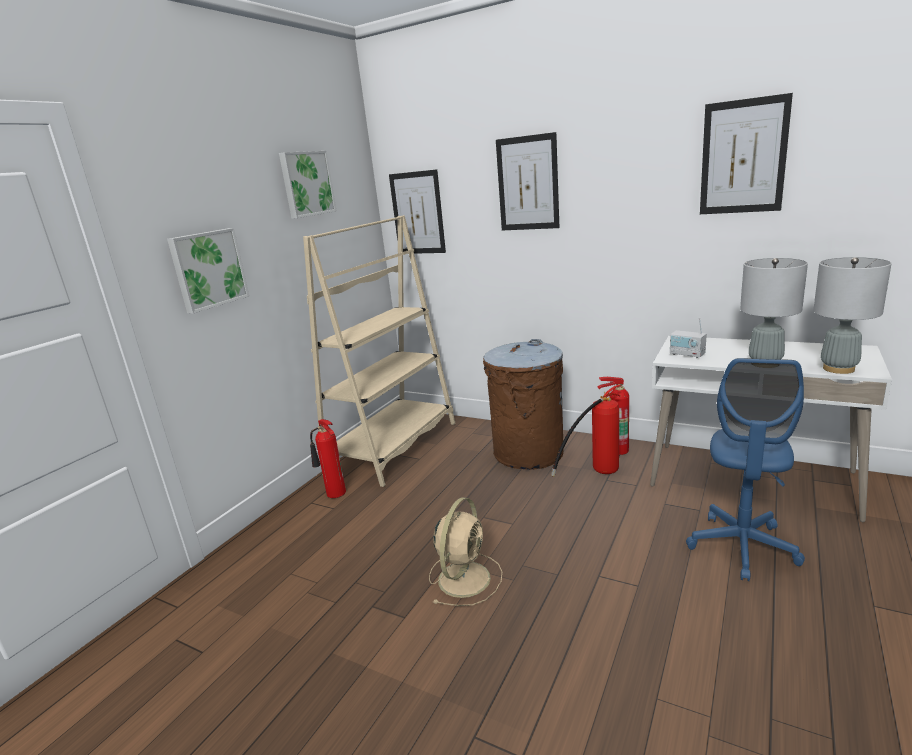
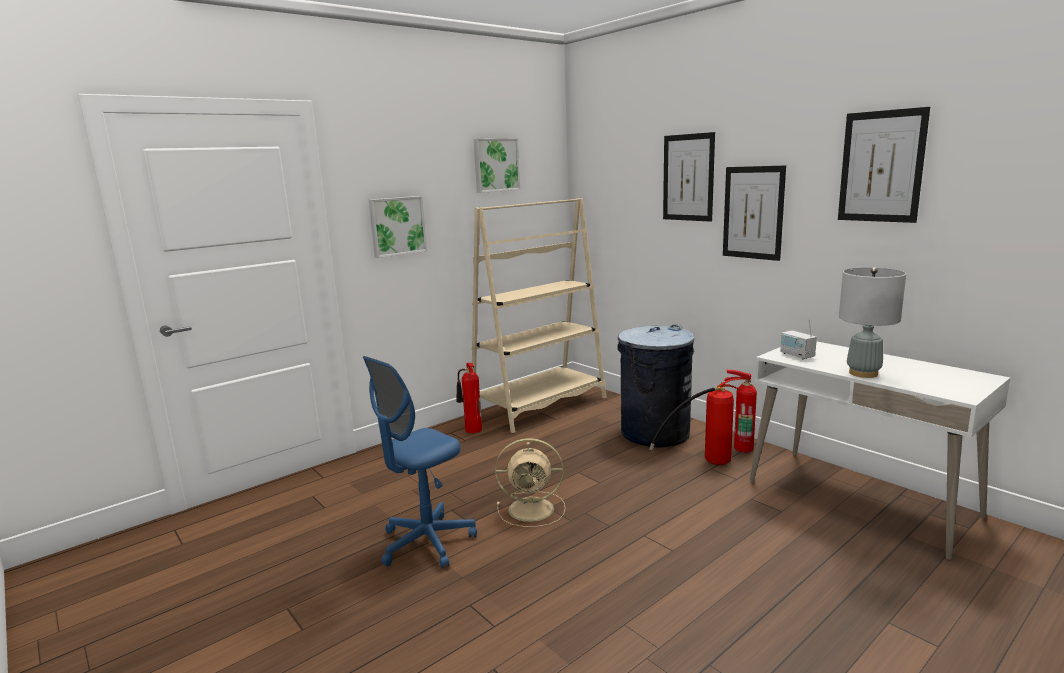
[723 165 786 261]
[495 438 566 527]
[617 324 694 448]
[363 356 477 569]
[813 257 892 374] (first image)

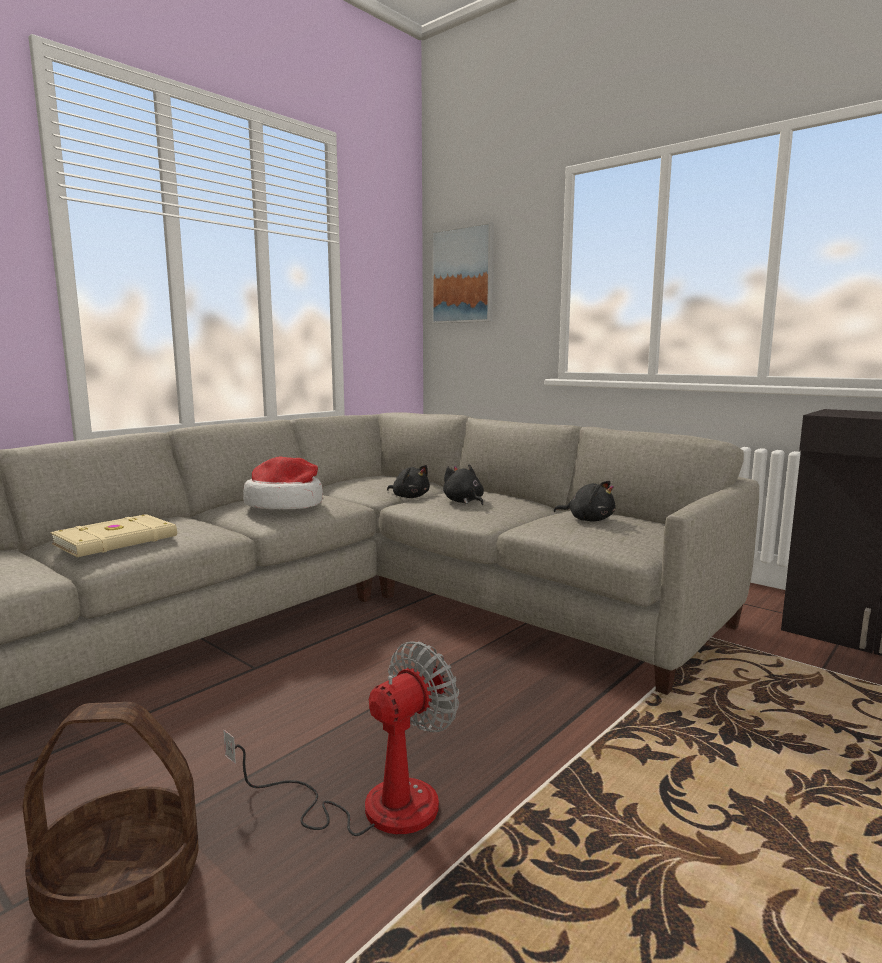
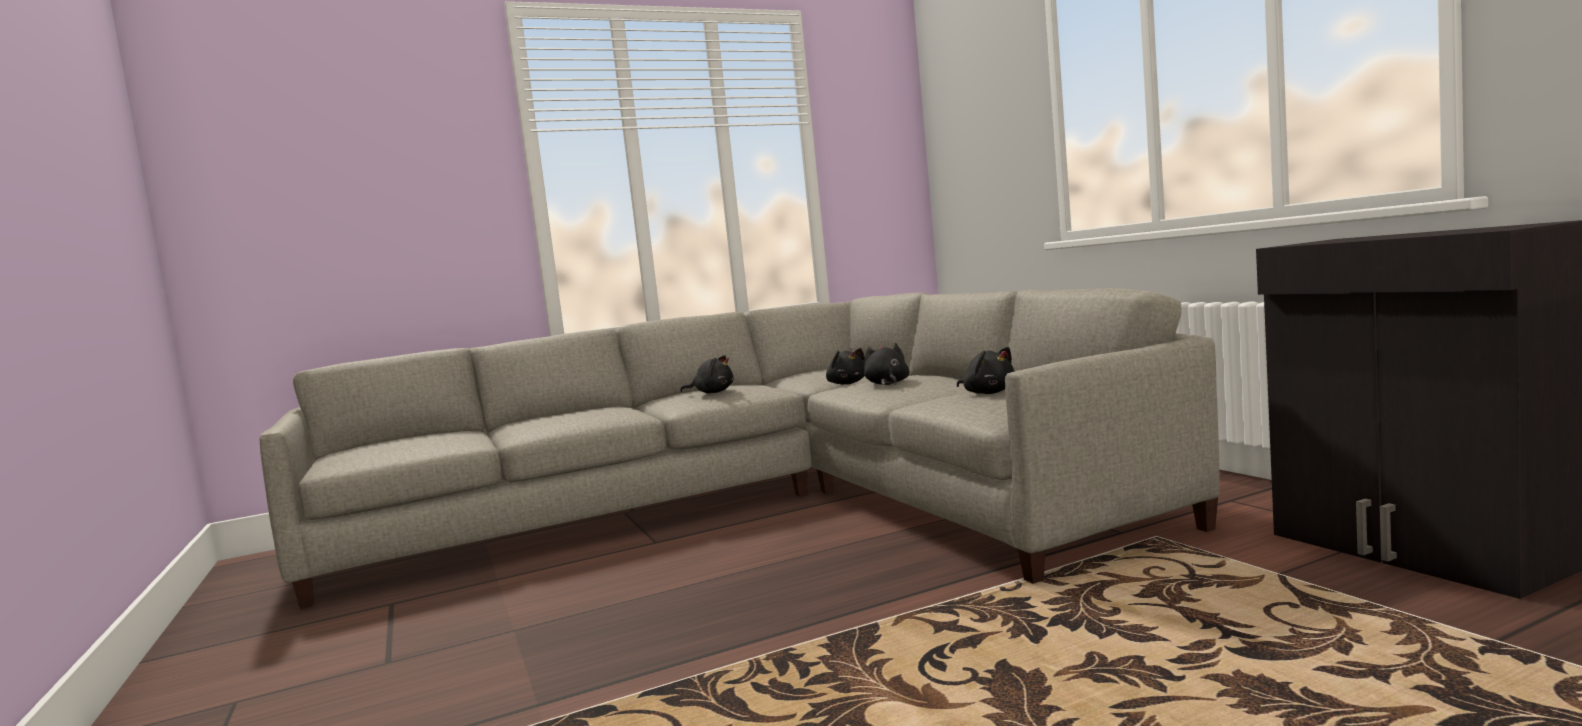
[22 702 199 940] (first image)
[50 514 177 557] (first image)
[223 641 459 836] (first image)
[680 355 734 393]
[432 222 494 324] (first image)

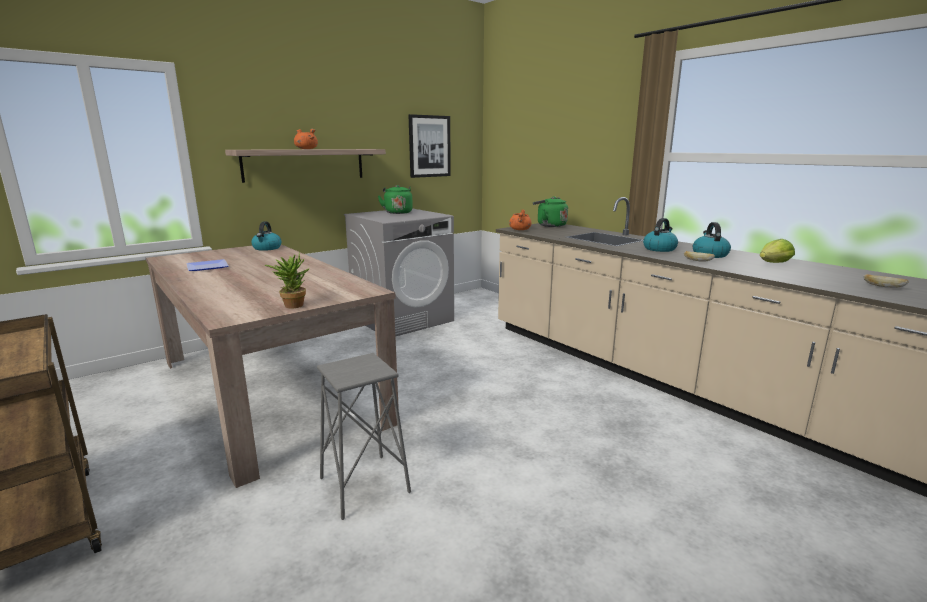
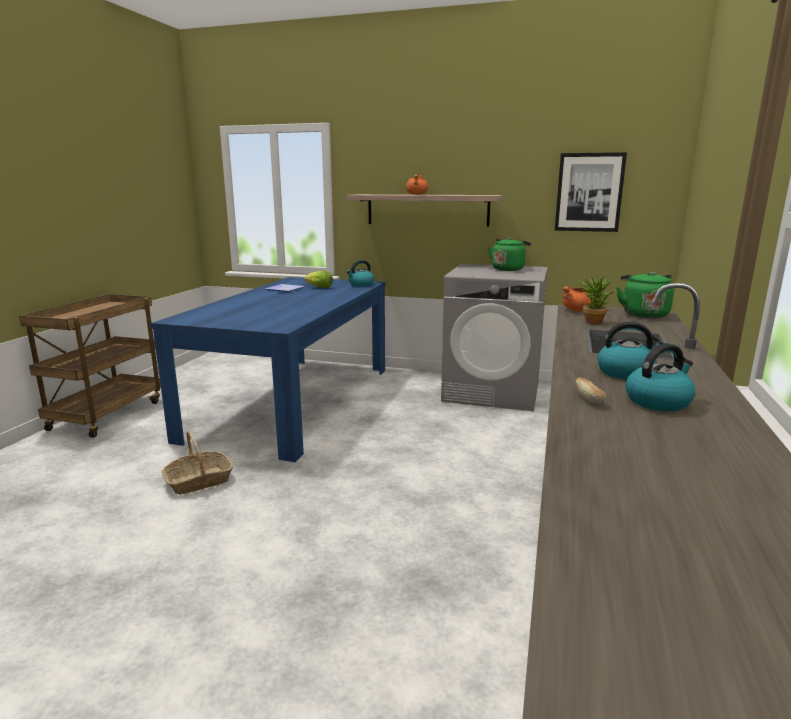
[150 277 386 462]
[578 275 615 324]
[162 431 233 494]
[304 271 333 288]
[863 274 909 288] (first image)

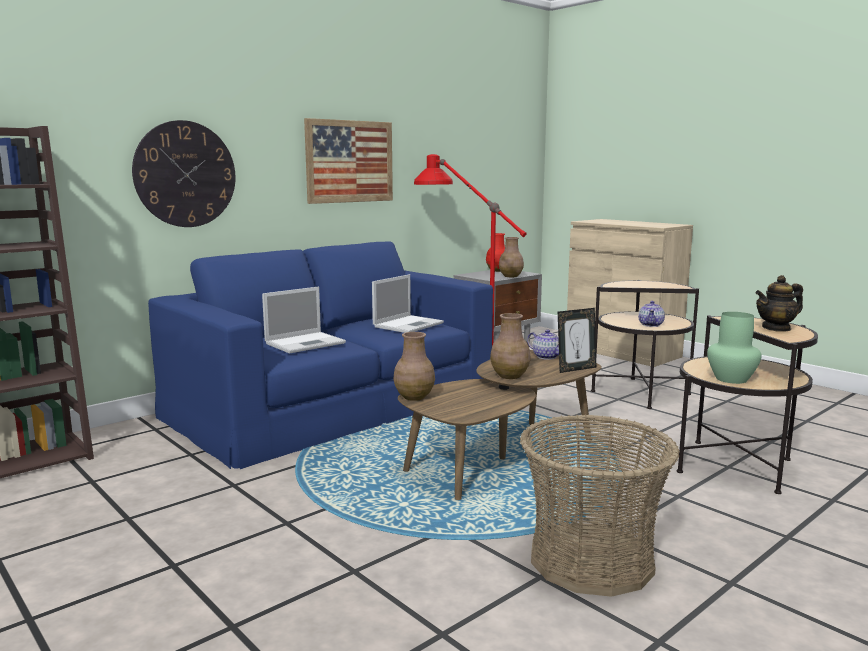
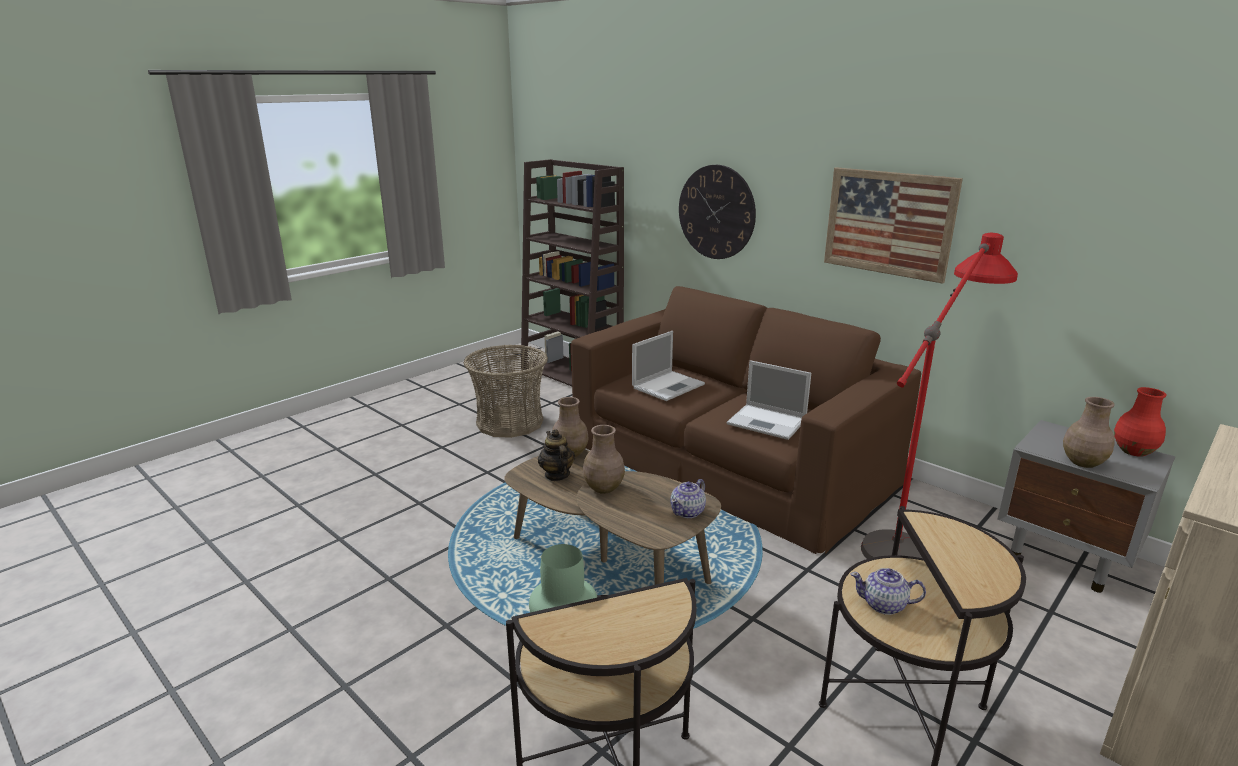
[571 286 921 554]
[632 331 705 401]
[464 344 548 438]
[558 308 596 373] (first image)
[538 429 575 481]

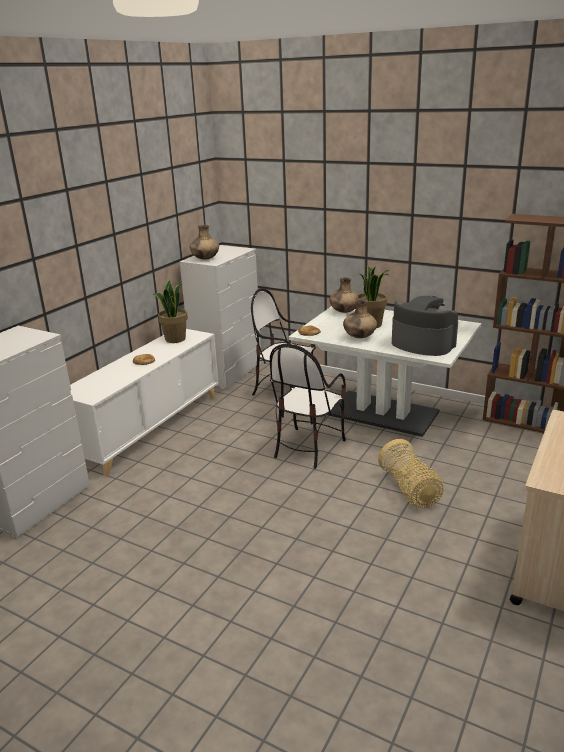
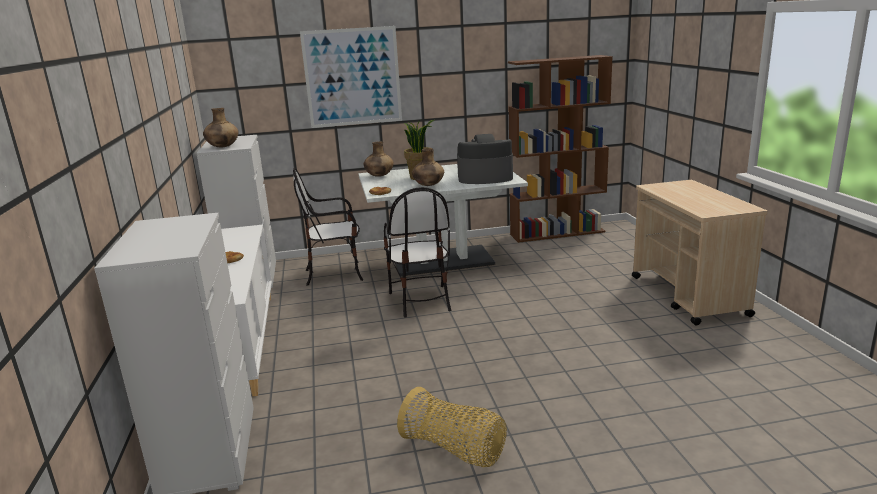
[153 280 188 343] (first image)
[397 387 507 467]
[300 26 402 128]

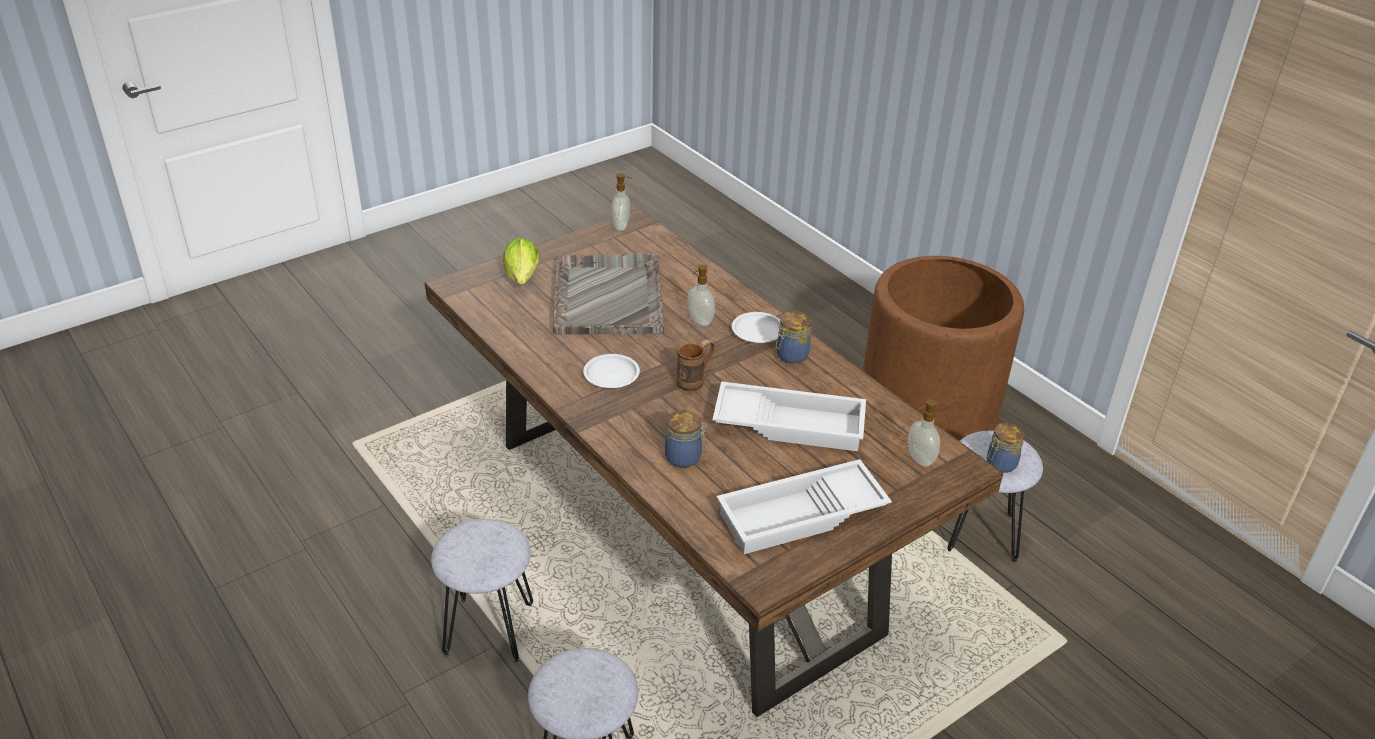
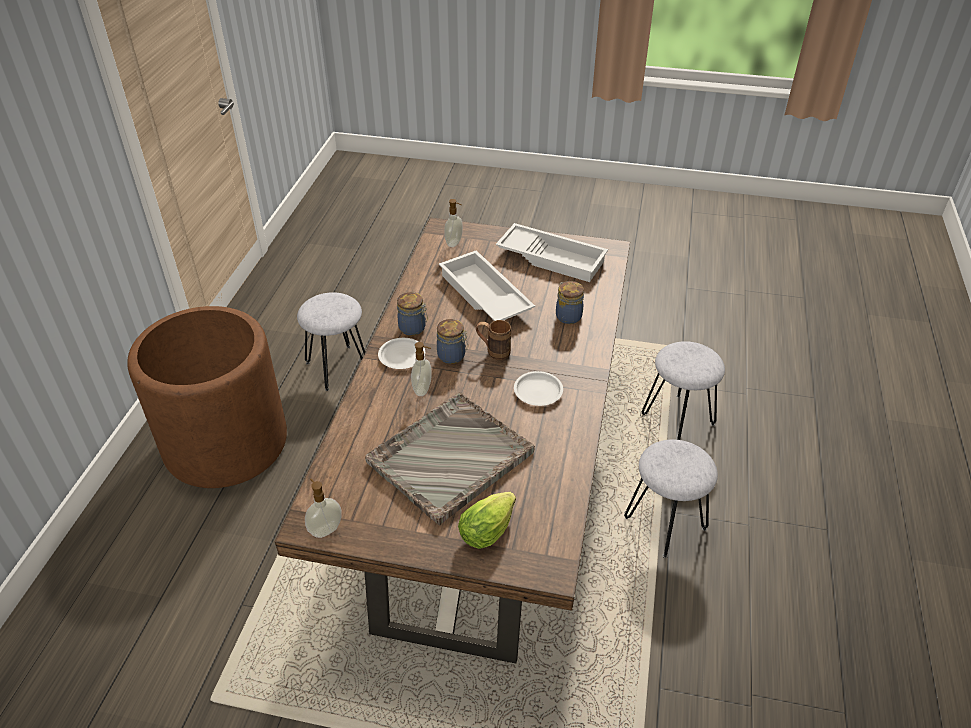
[437 319 468 364]

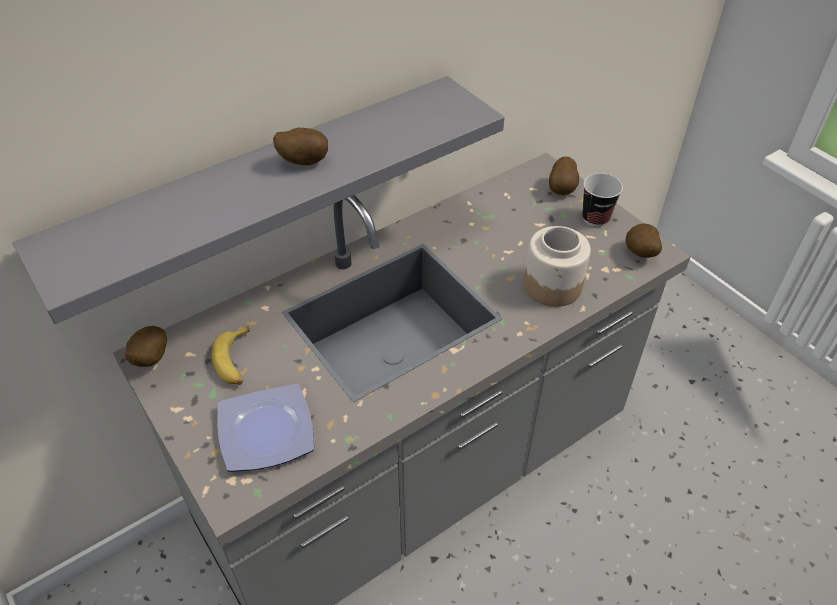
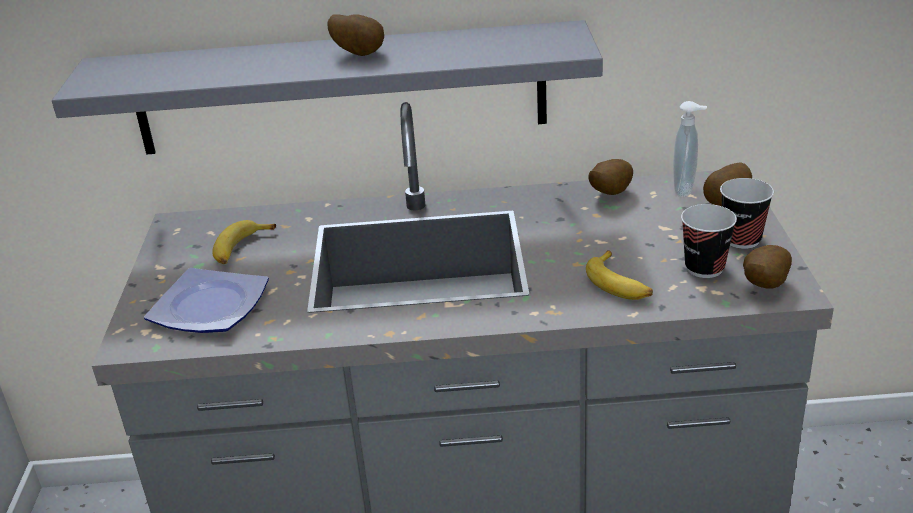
[588 159 633 195]
[586 250 653 300]
[673 101 707 197]
[681 204 737 278]

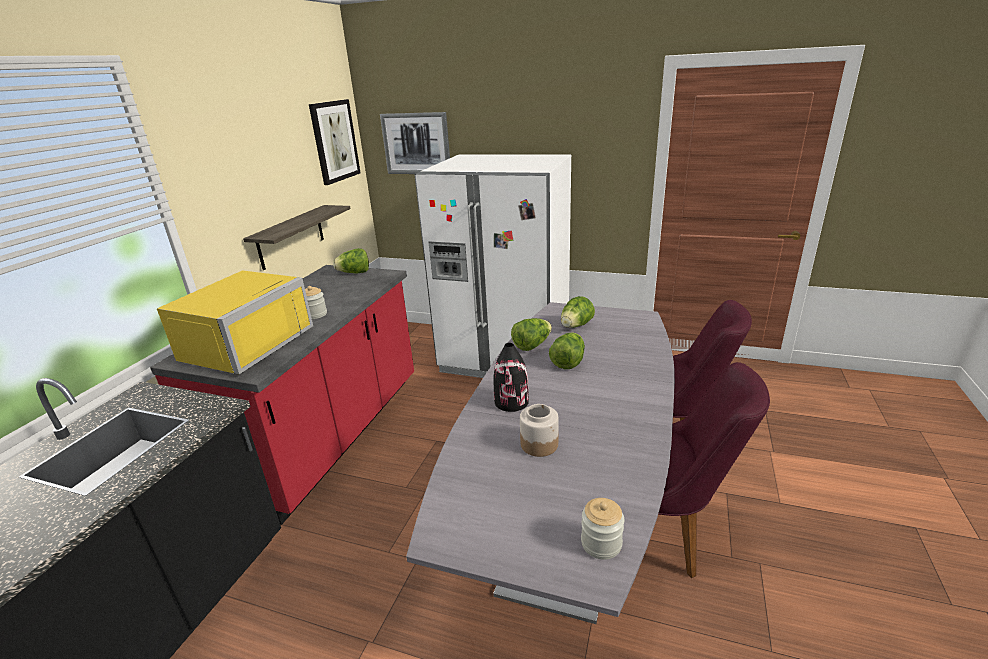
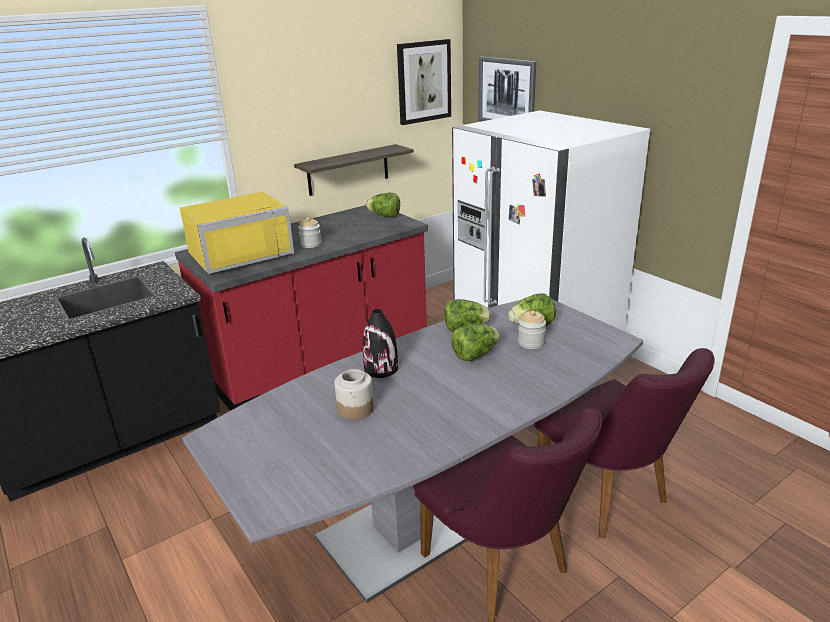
[518 310 546 349]

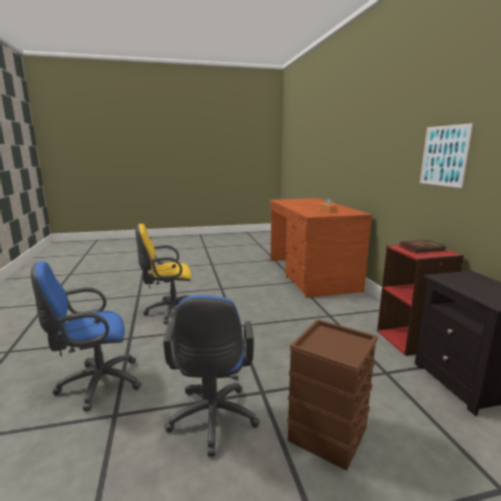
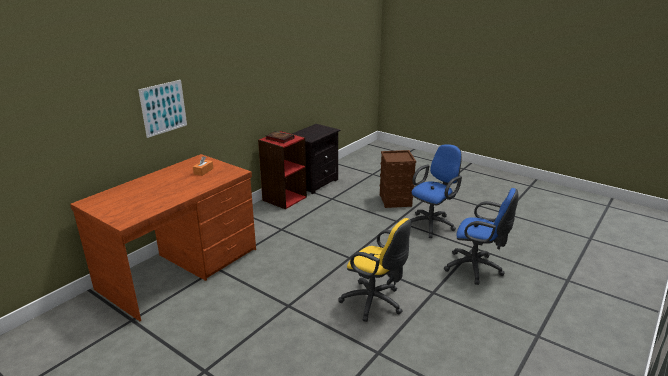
[138 80 187 138]

